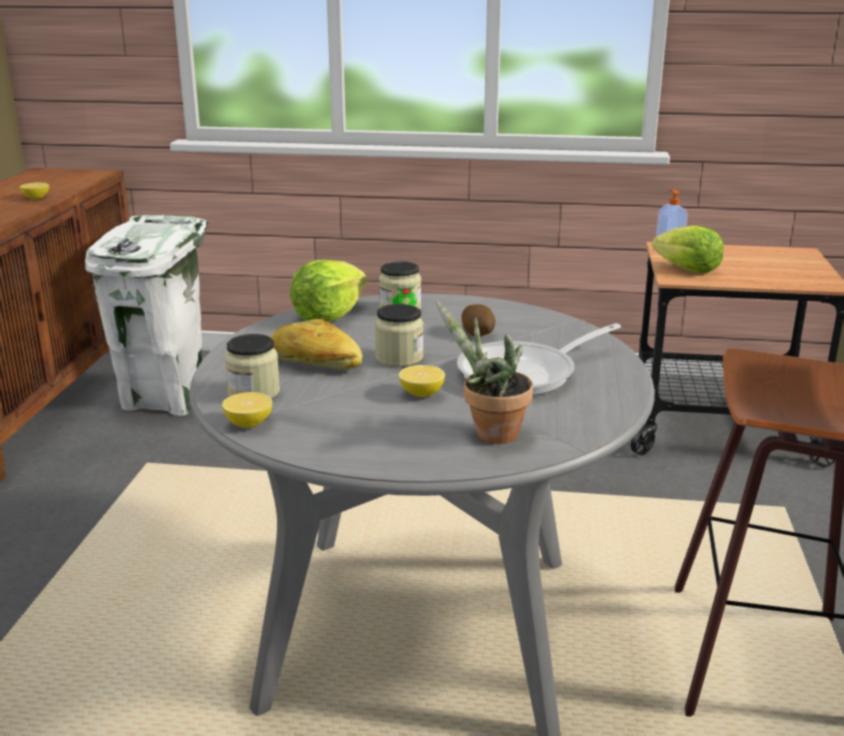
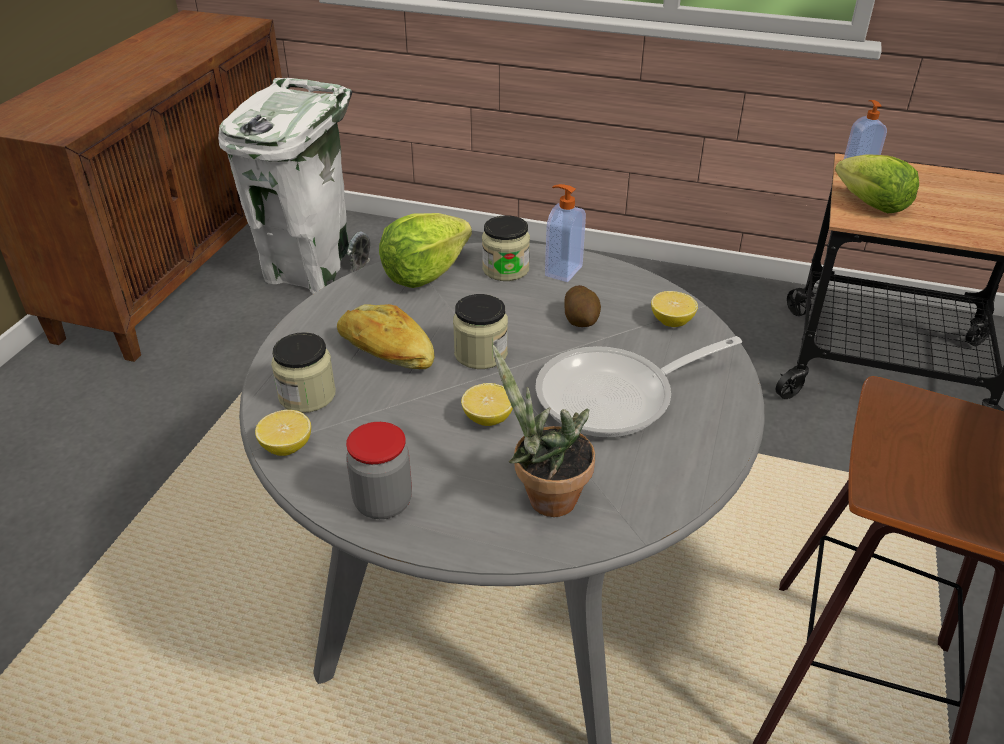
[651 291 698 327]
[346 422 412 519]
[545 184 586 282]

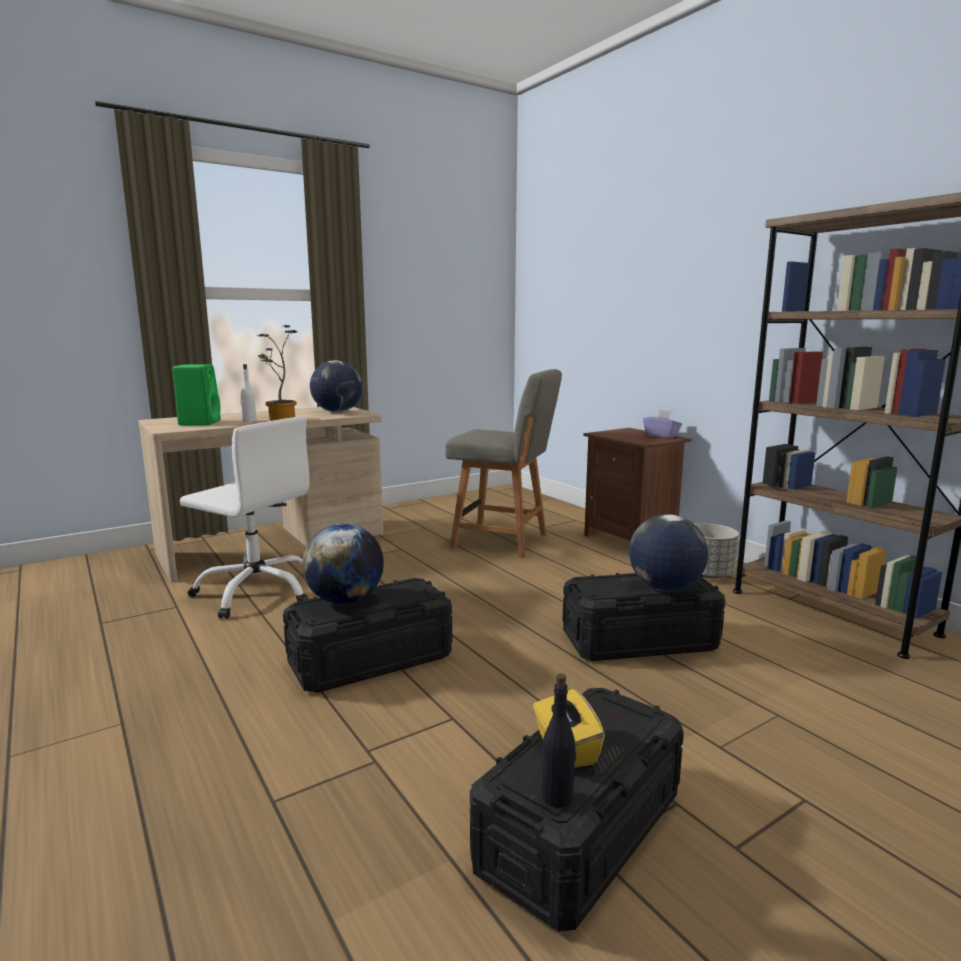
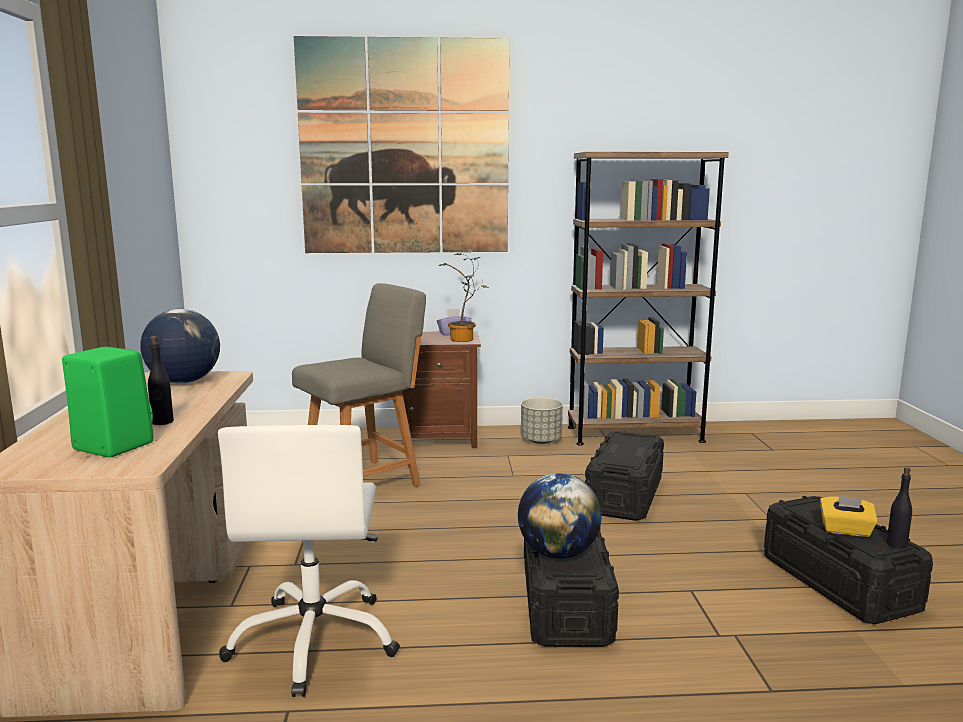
[218 425 400 697]
[148 336 174 425]
[439 253 488 342]
[629 514 708 591] (first image)
[294 36 509 253]

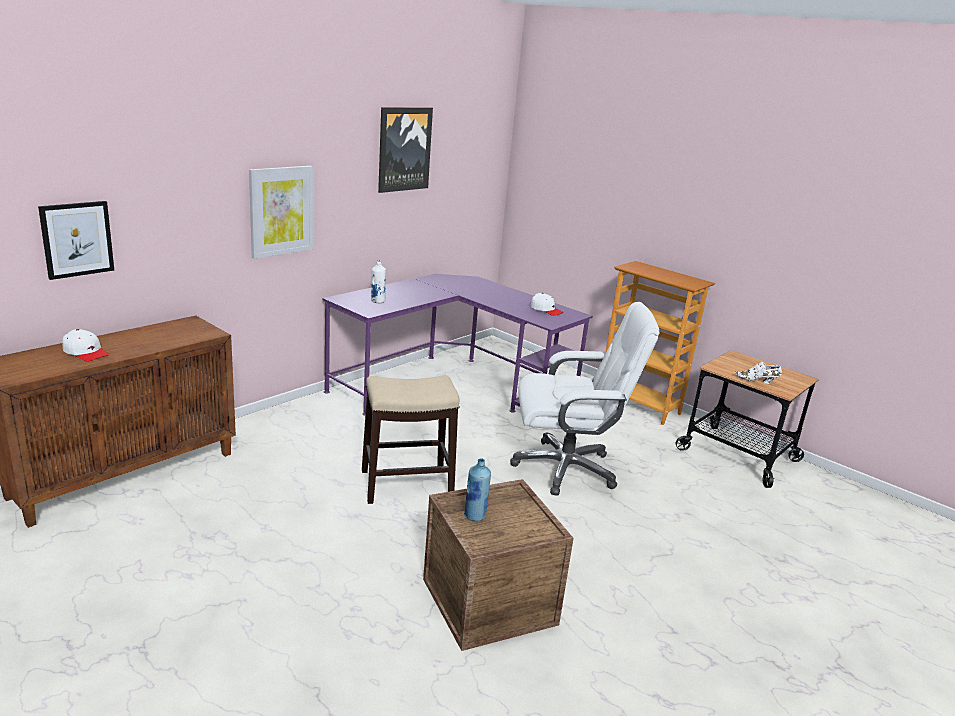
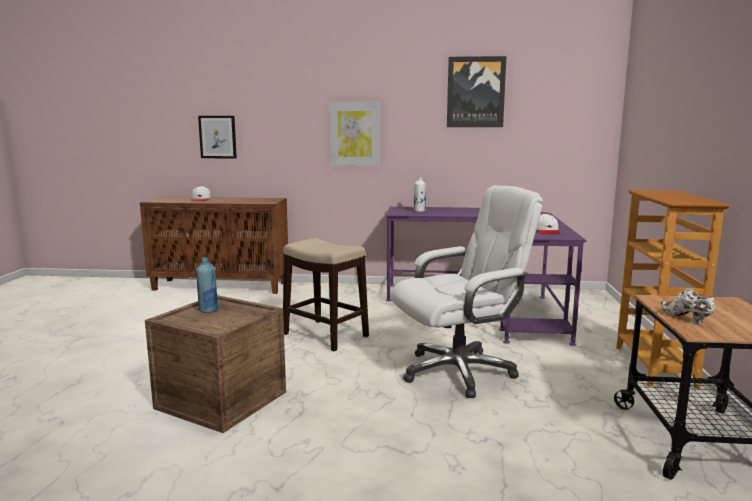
[391 185 543 398]

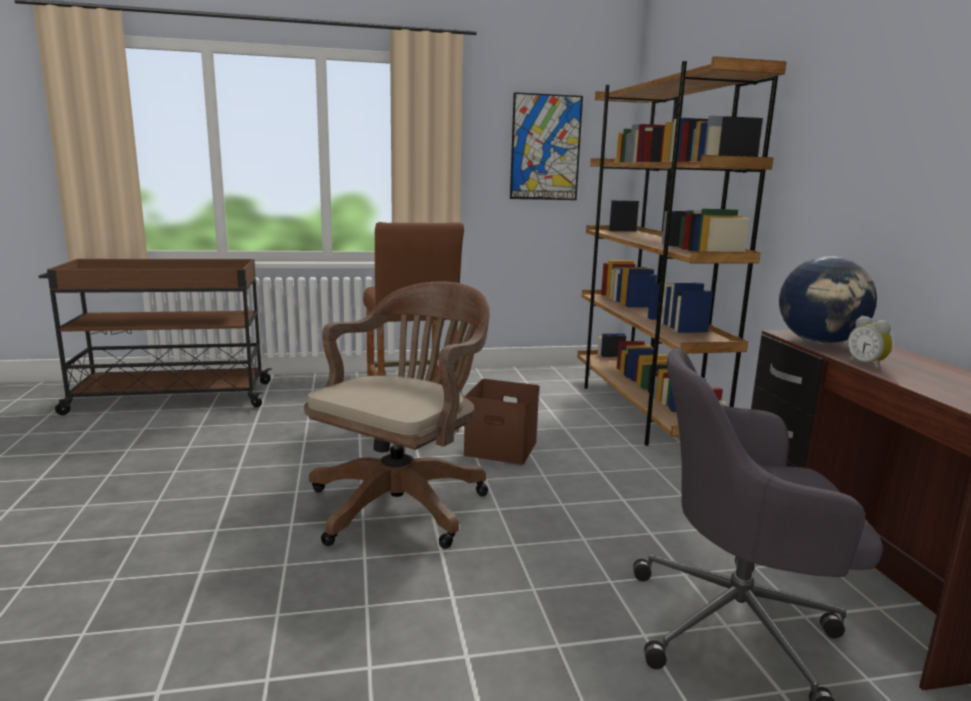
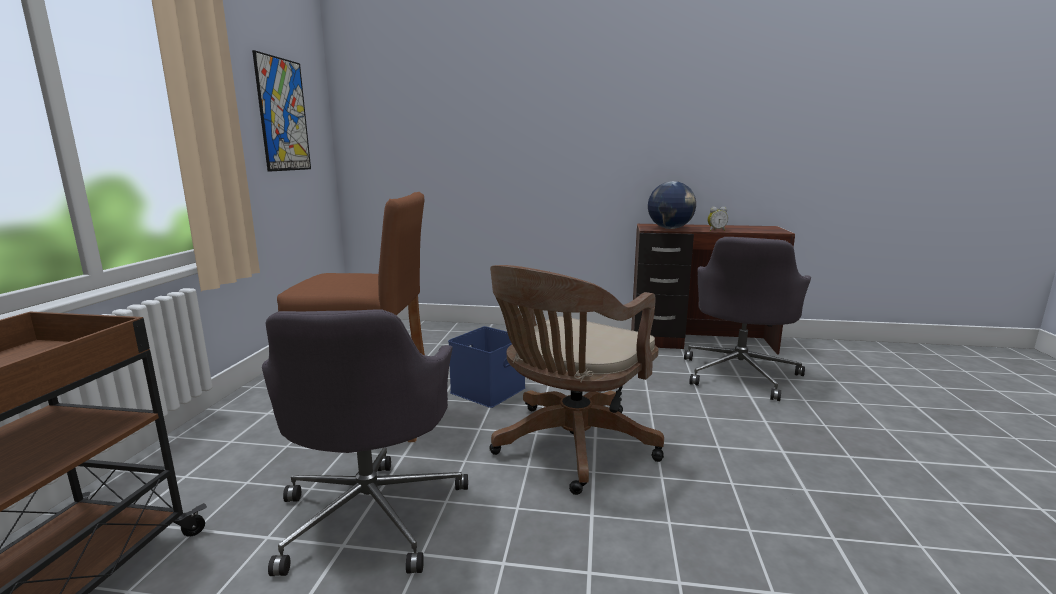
[489 265 664 495]
[448 326 526 408]
[577 56 787 446] (first image)
[262 309 468 576]

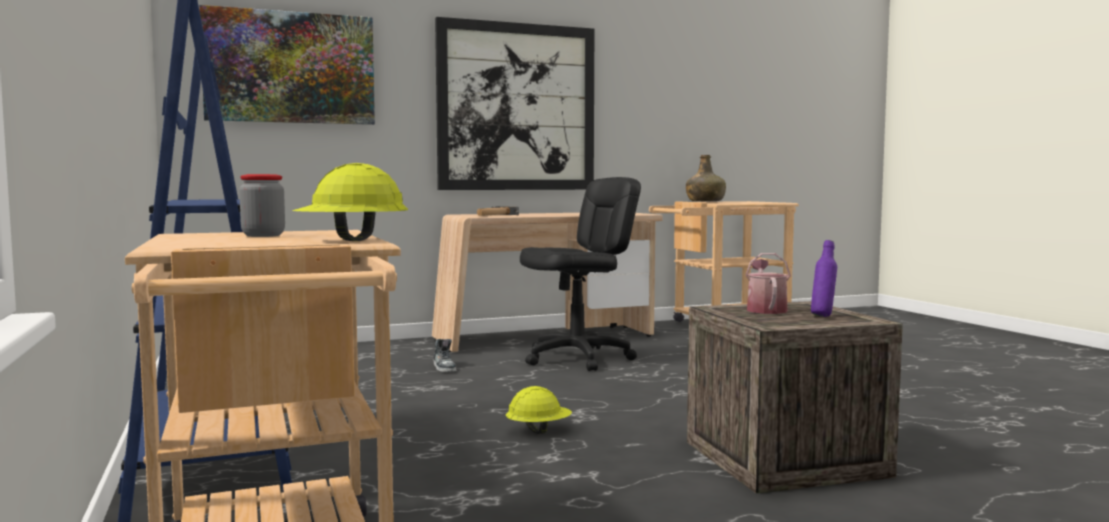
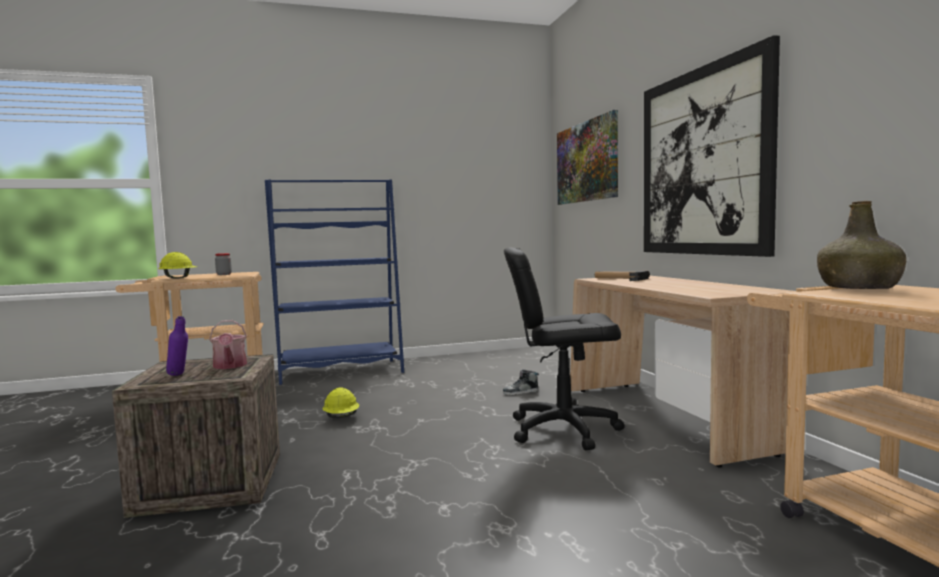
[504 247 625 450]
[209 320 247 369]

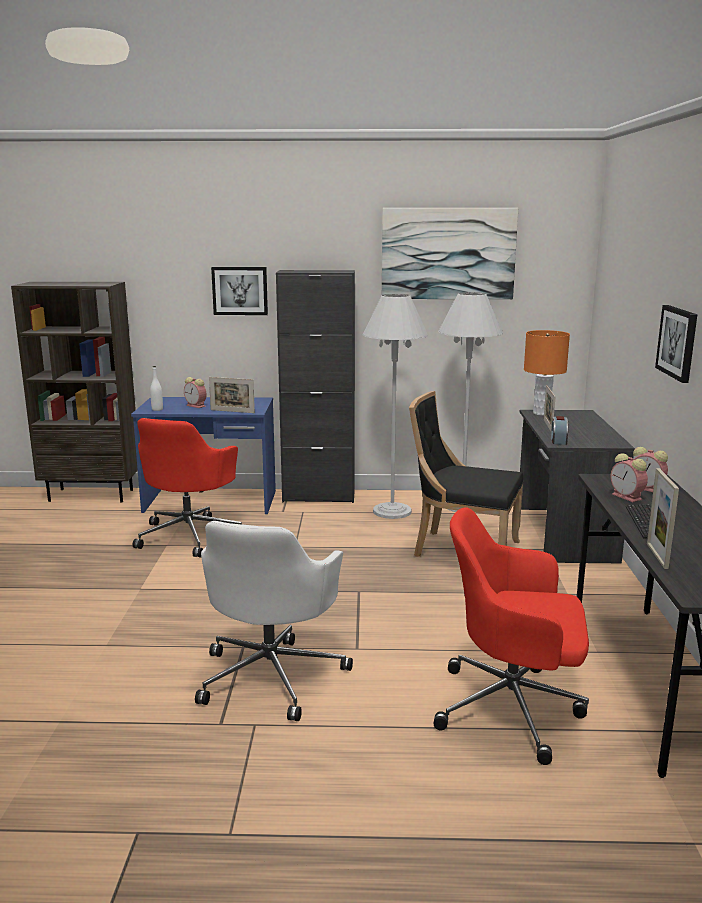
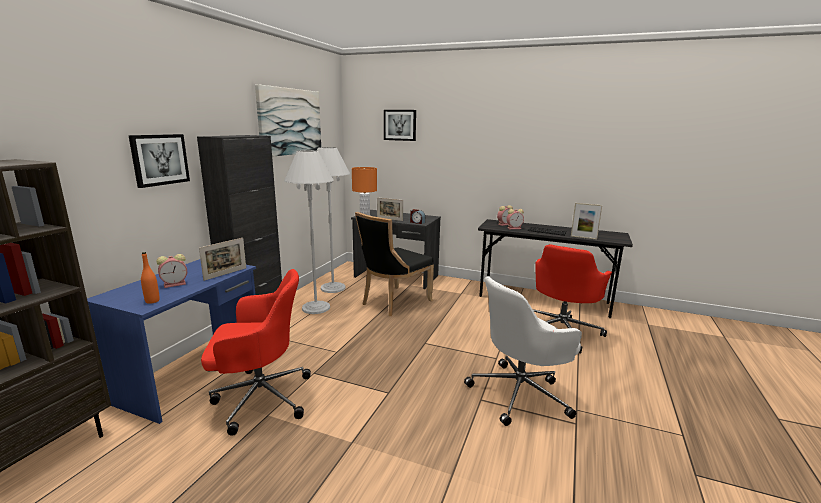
[201 269 311 436]
[141 252 160 304]
[464 276 582 426]
[384 110 416 141]

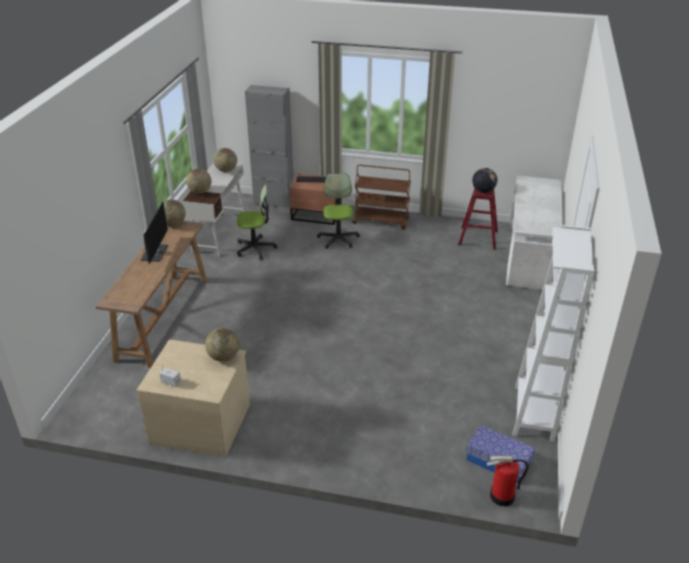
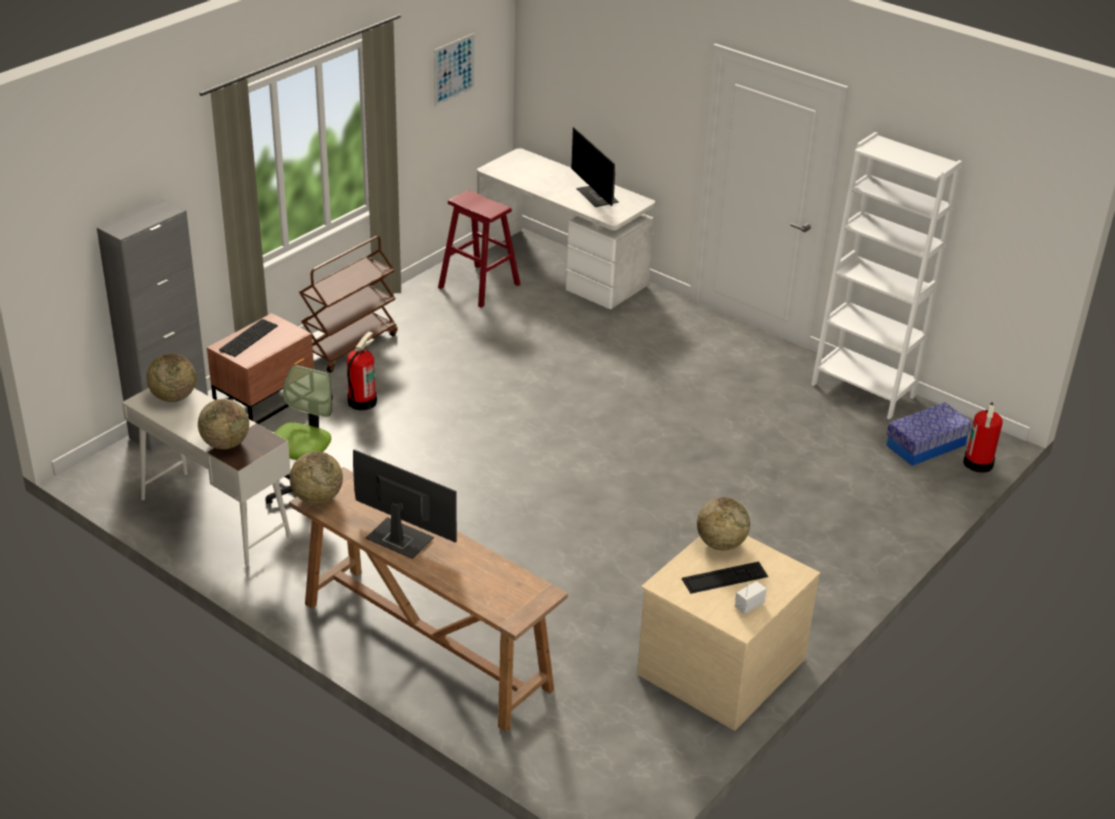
[347 332 377 410]
[472 168 497 193] (first image)
[434 33 475 107]
[571 127 619 207]
[682 562 768 594]

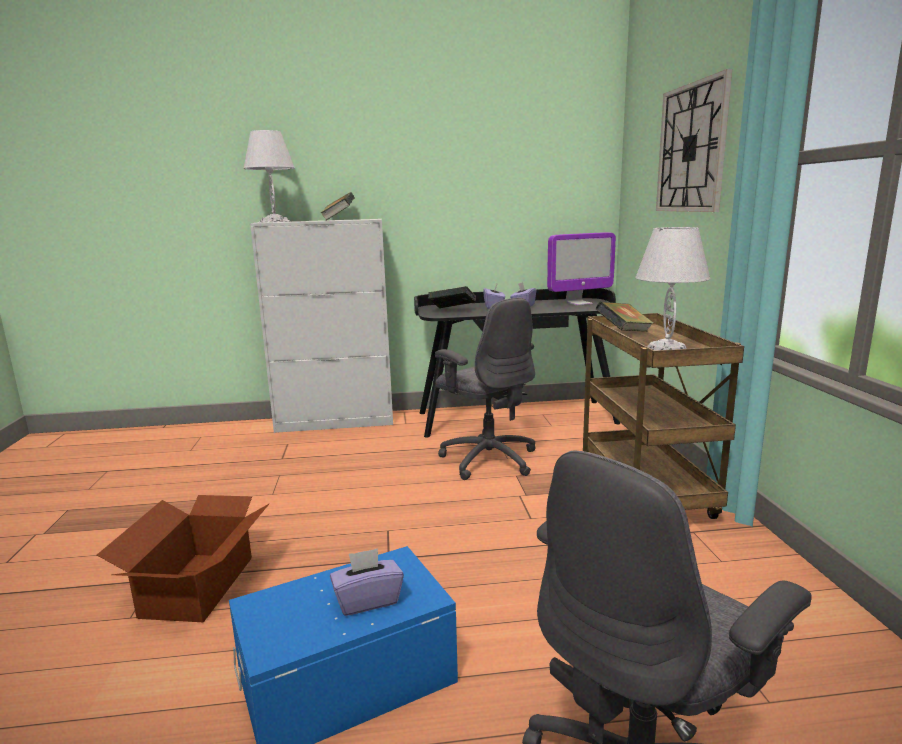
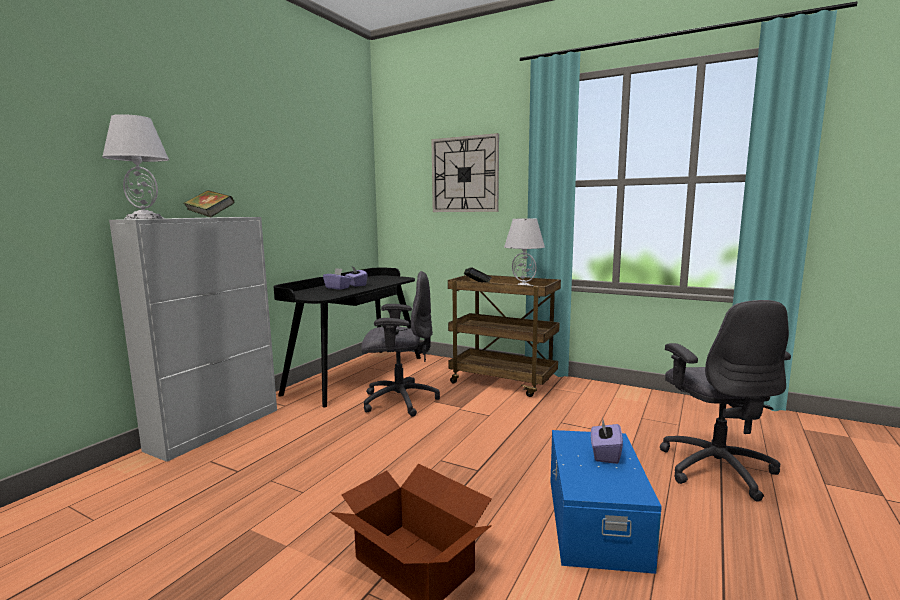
[428 286 476 308] (first image)
[547 232 616 306] (first image)

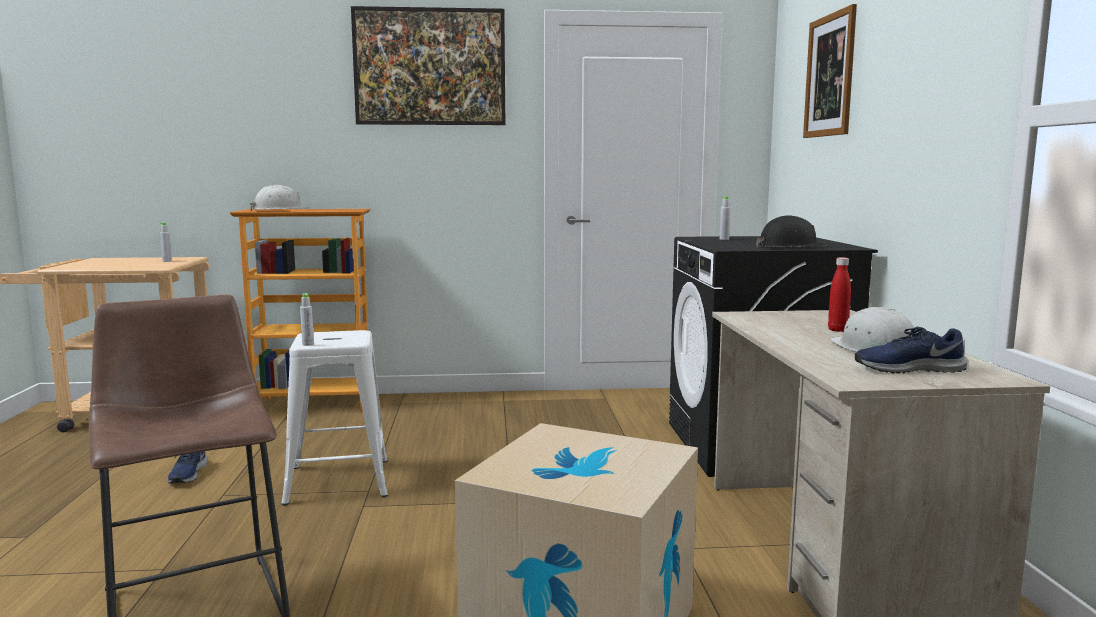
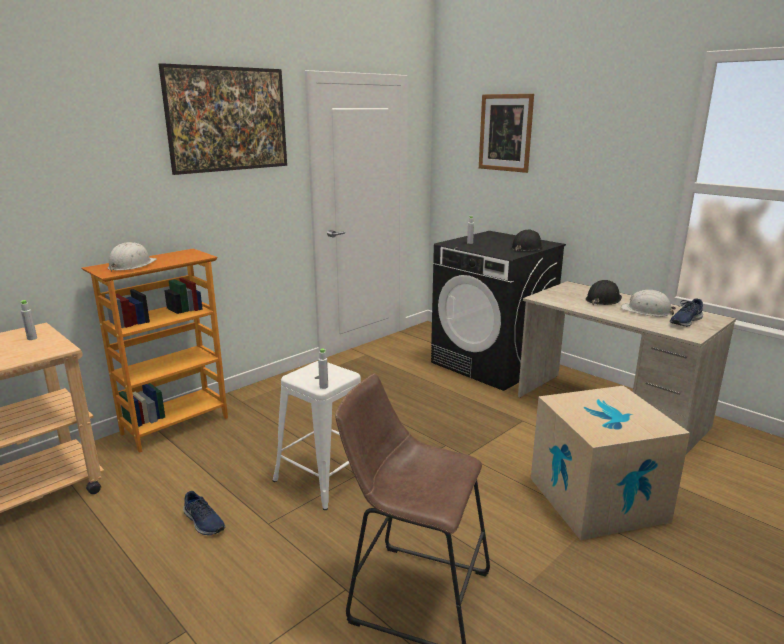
[585 280 622 305]

